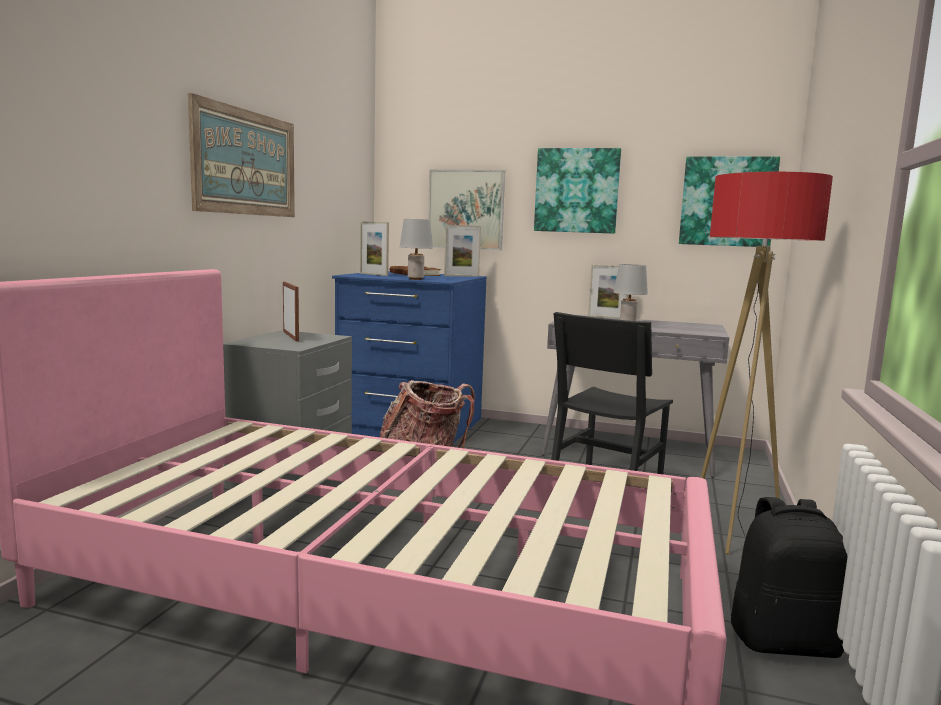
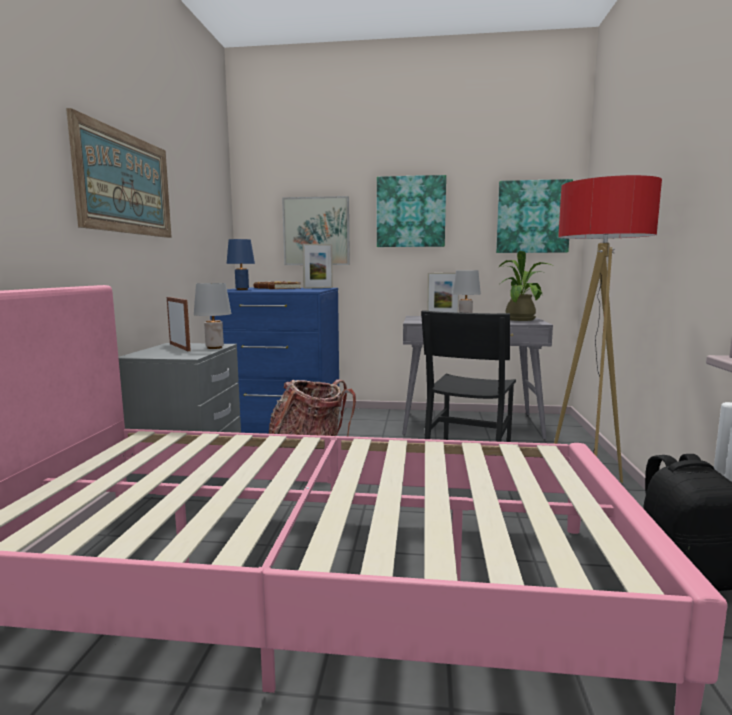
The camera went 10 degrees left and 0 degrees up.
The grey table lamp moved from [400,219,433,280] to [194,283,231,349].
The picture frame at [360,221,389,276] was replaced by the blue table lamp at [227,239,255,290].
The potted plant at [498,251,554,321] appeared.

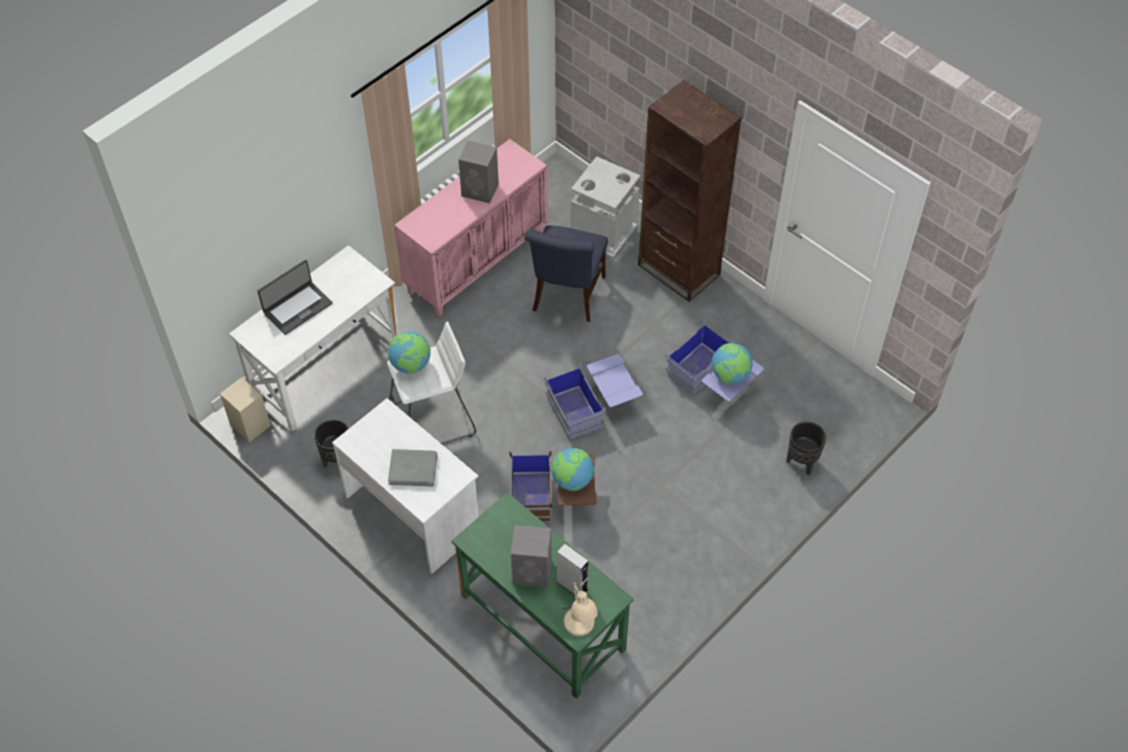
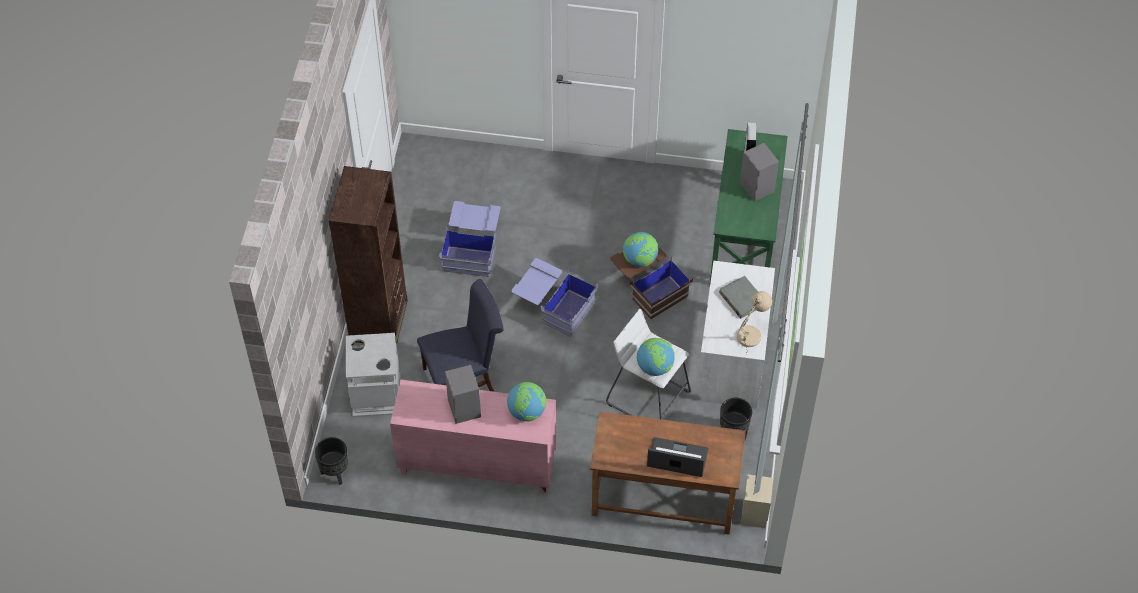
The camera went 125 degrees left and 0 degrees up.
The black planter moved from [786,422,826,475] to [315,437,348,485].
The globe moved from [712,343,753,384] to [507,382,546,421].
The white desk at [229,245,400,431] became the brown desk at [590,411,746,534].
The beige table lamp moved from [561,580,598,636] to [737,291,772,354].

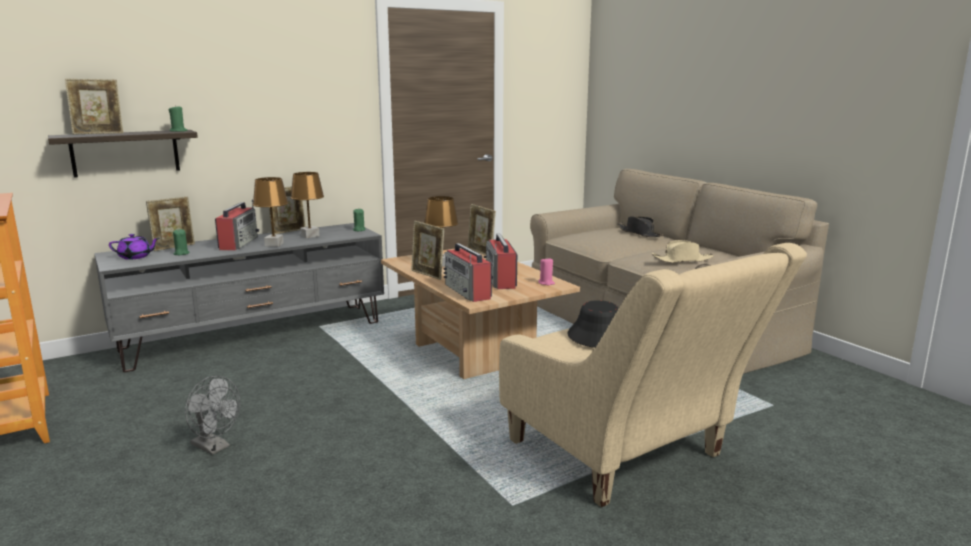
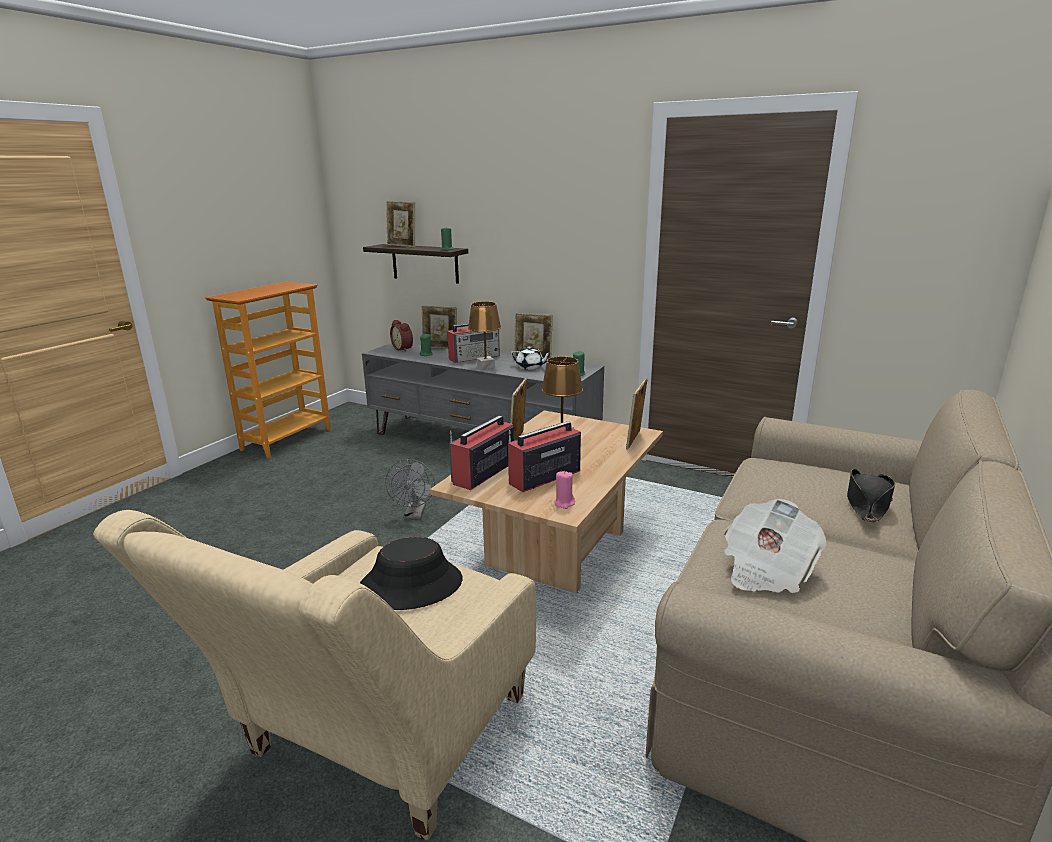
The camera went 60 degrees right and 5 degrees up.
The grey fan moved from [185,376,240,455] to [385,459,435,519].
The purple teapot at [109,234,159,260] was replaced by the alarm clock at [390,320,413,351].
The brown table lamp at [290,172,324,238] was replaced by the white teapot at [511,346,551,370].
The beige hat at [652,240,714,263] was replaced by the newspaper at [724,499,826,593].

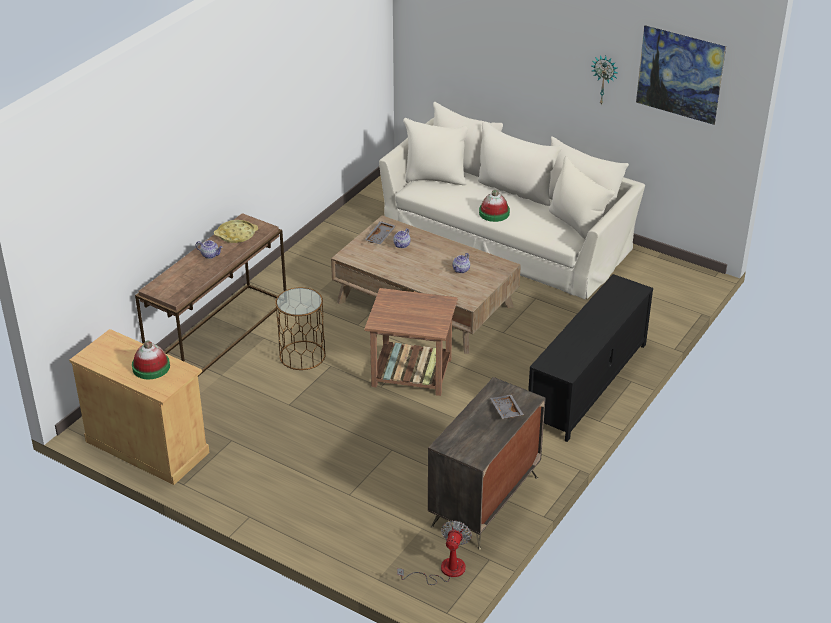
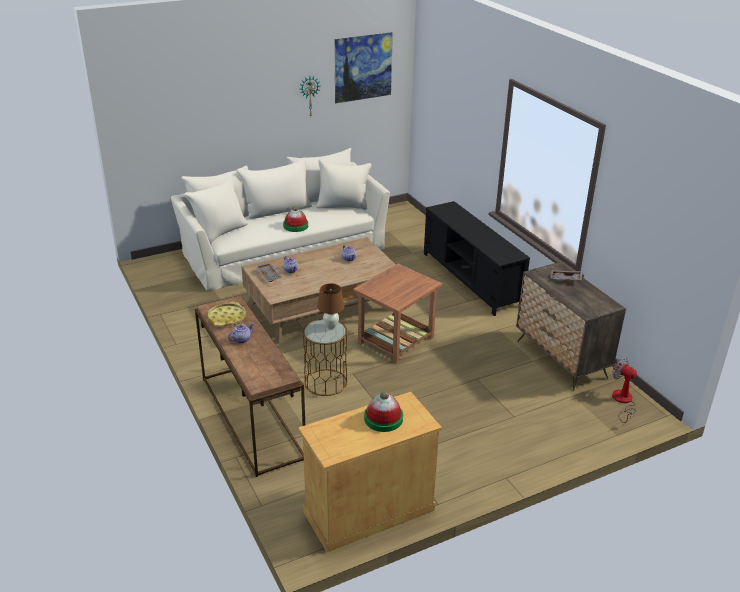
The camera went 60 degrees left and 5 degrees down.
The brown table lamp at [317,283,345,330] appeared.

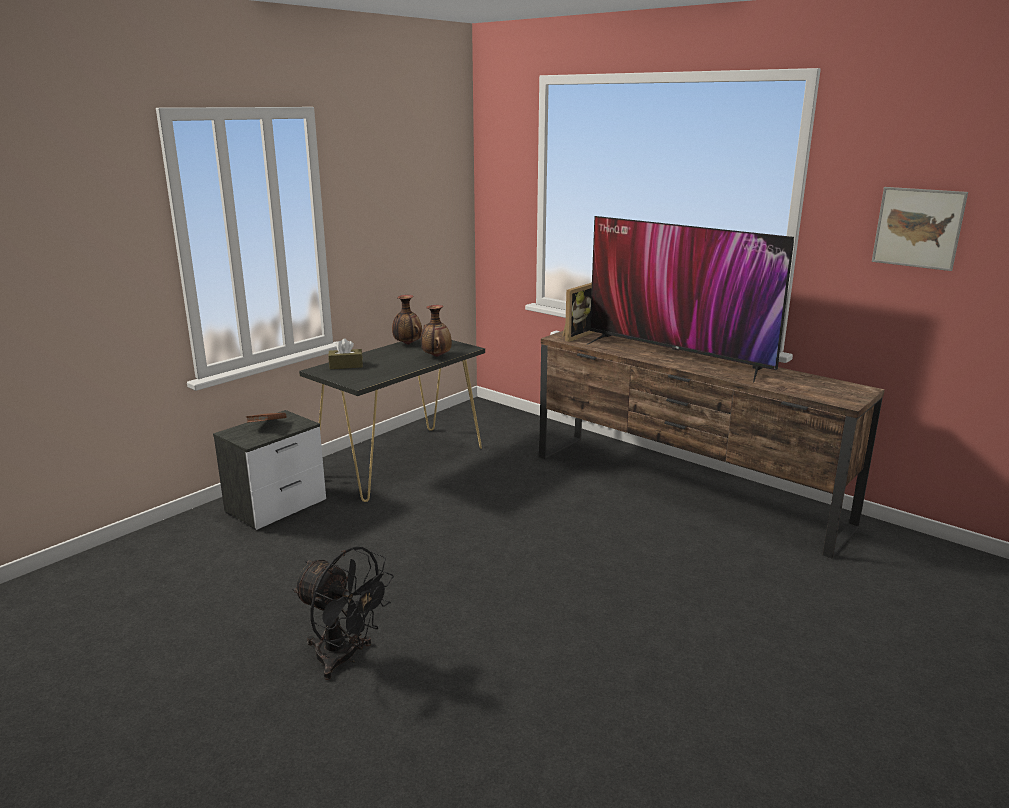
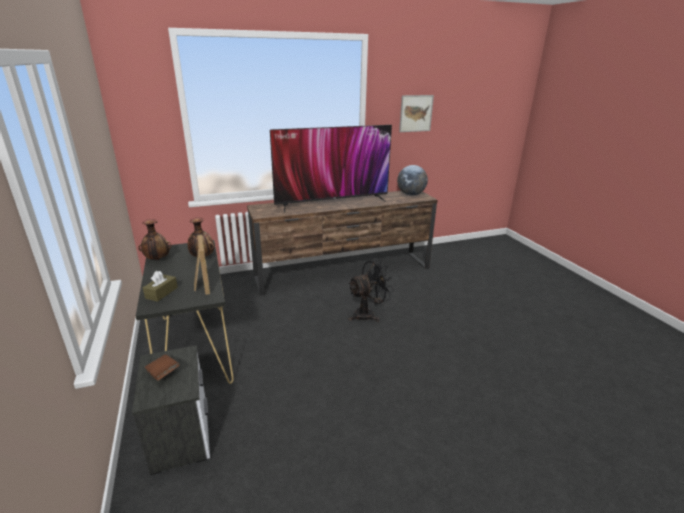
The camera went 60 degrees left and 5 degrees up.
The picture frame moved from [562,283,595,342] to [194,234,210,295].
The black fan moved from [292,546,394,680] to [348,260,394,322].
The globe at [397,165,428,196] appeared.

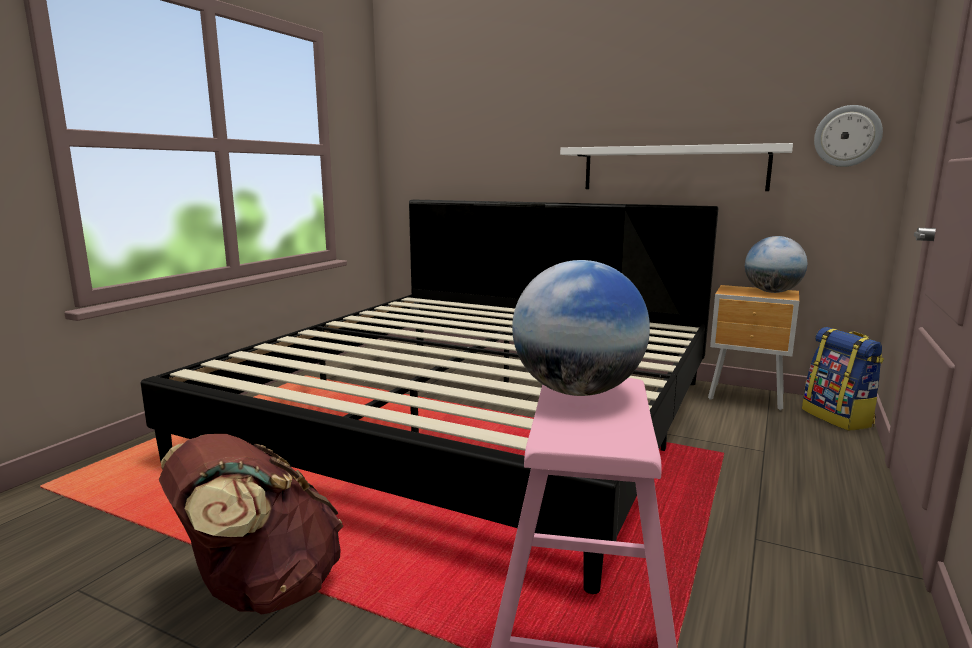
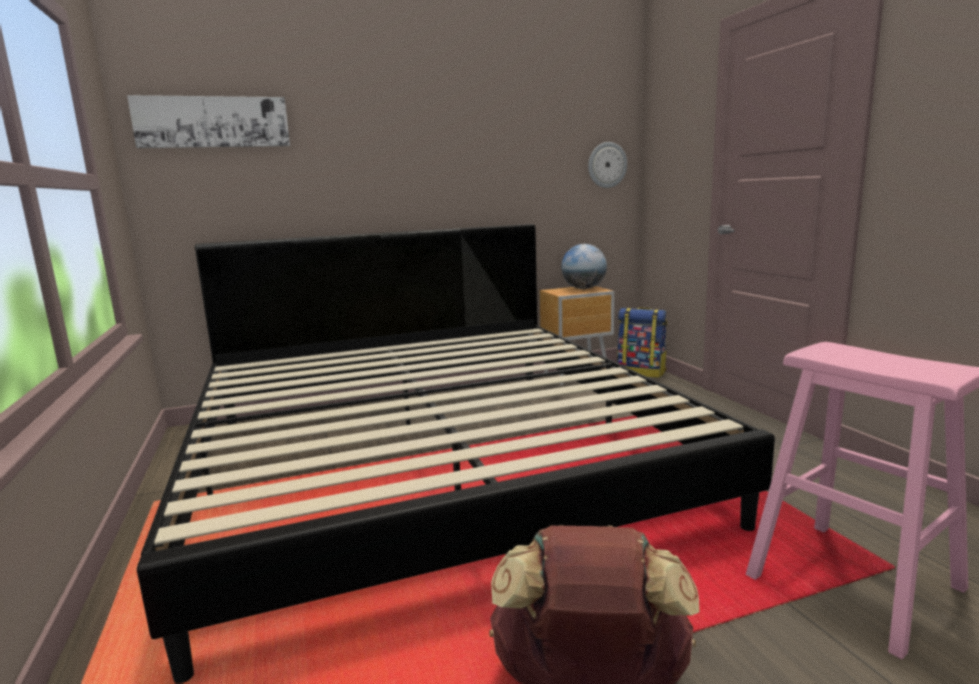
The camera went 45 degrees left and 0 degrees up.
The picture at [127,95,290,148] appeared.
The globe at [512,260,650,396] disappeared.
The white shelf at [560,143,793,191] disappeared.

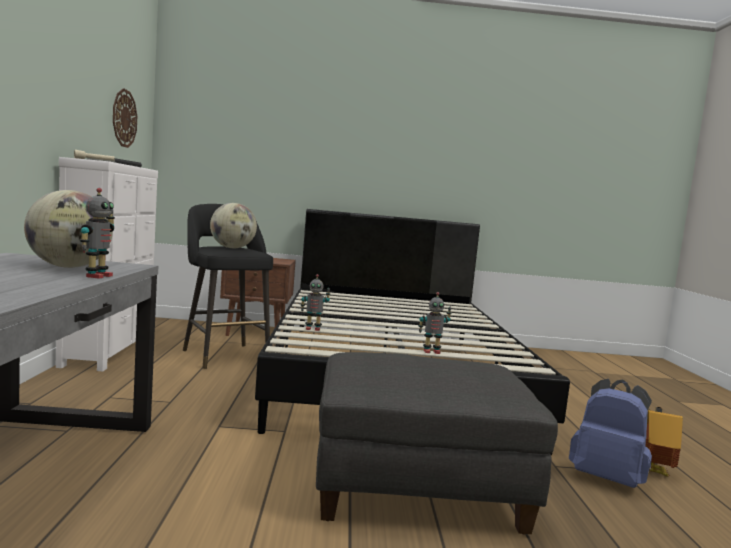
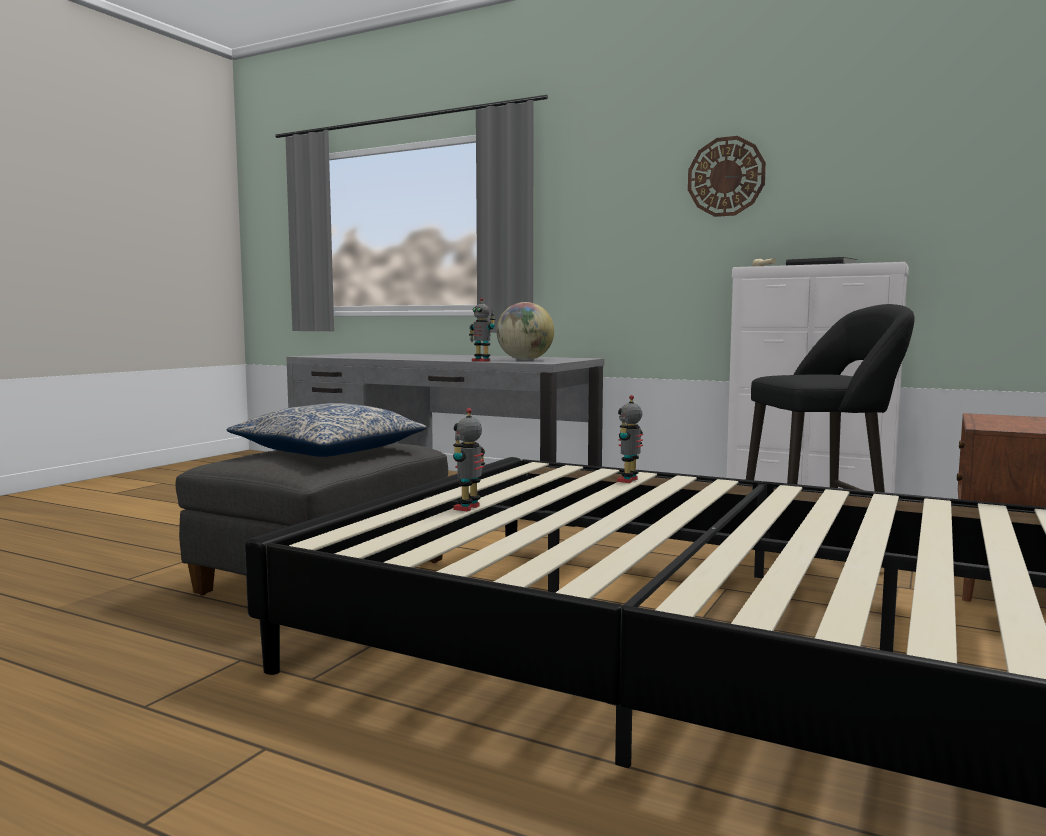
The camera went 120 degrees right and 0 degrees up.
The pillow at [226,403,427,457] appeared.
The wall clock moved from [113,88,137,148] to [688,136,766,217].
The globe at [210,203,257,248] disappeared.
The blue backpack at [569,379,652,488] disappeared.
The toy house at [646,406,683,477] disappeared.

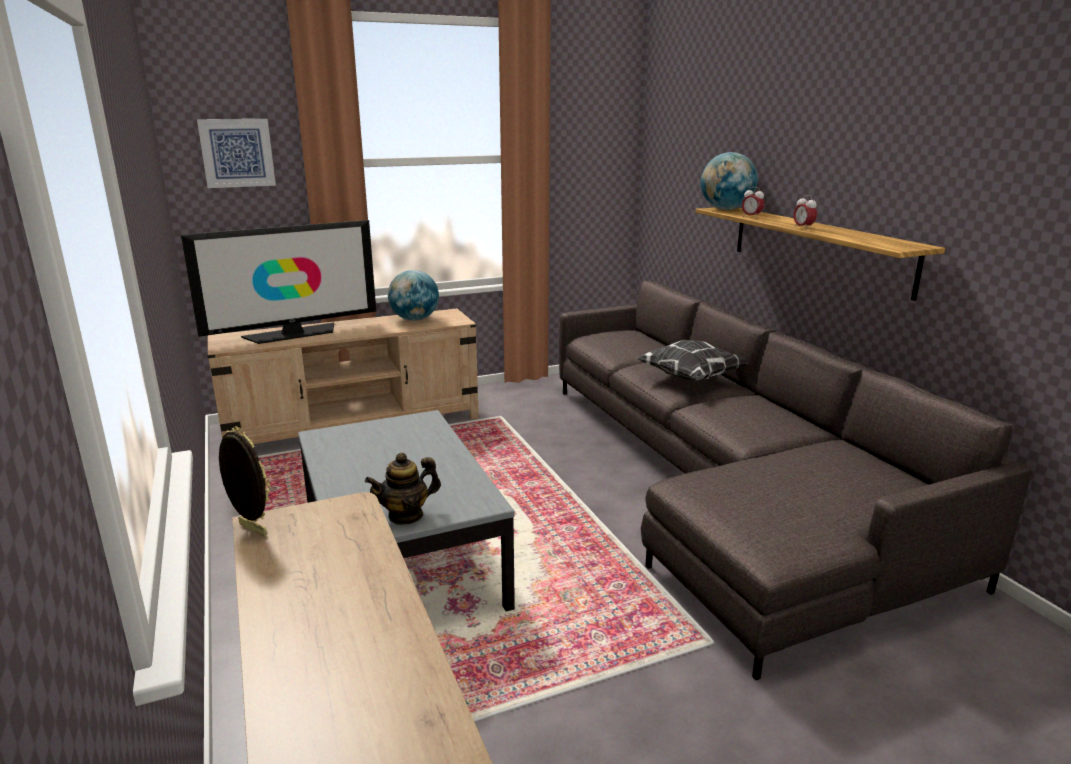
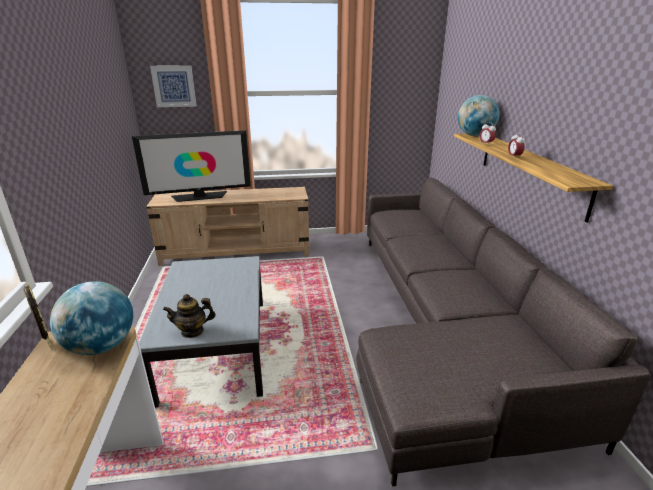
The camera went 15 degrees right and 5 degrees up.
The globe moved from [388,270,439,321] to [50,281,133,355].
The pillow at [636,340,748,381] disappeared.

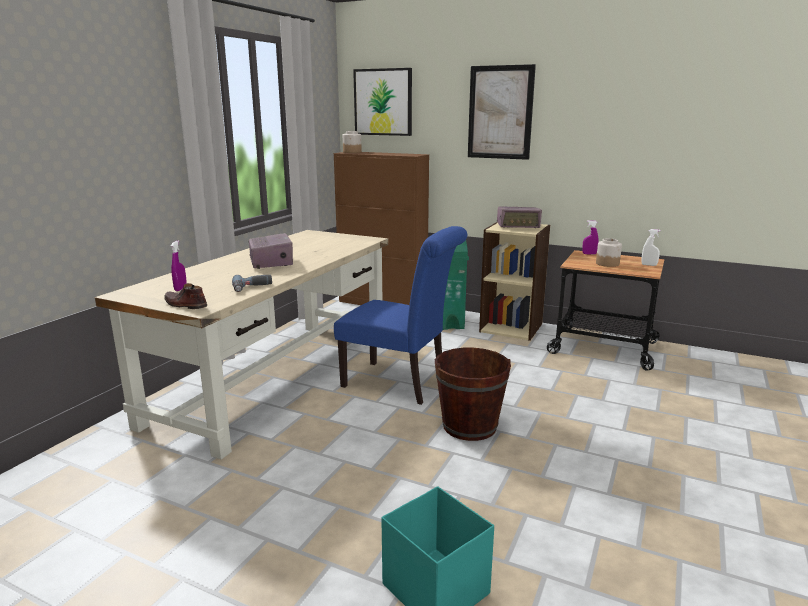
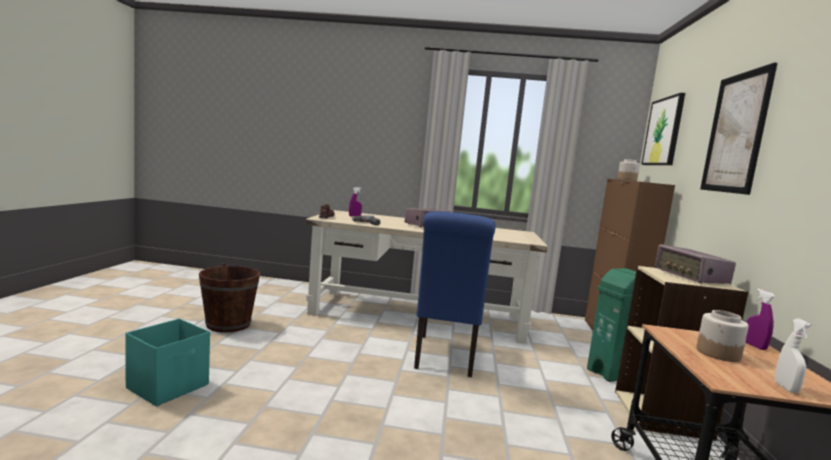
The camera went 70 degrees right and 10 degrees down.
The brown bucket moved from [435,348,511,441] to [199,264,260,333].

